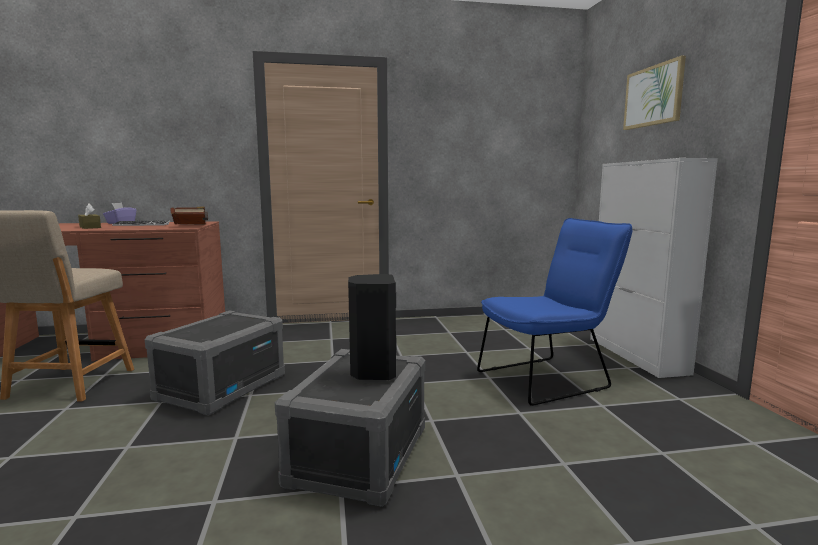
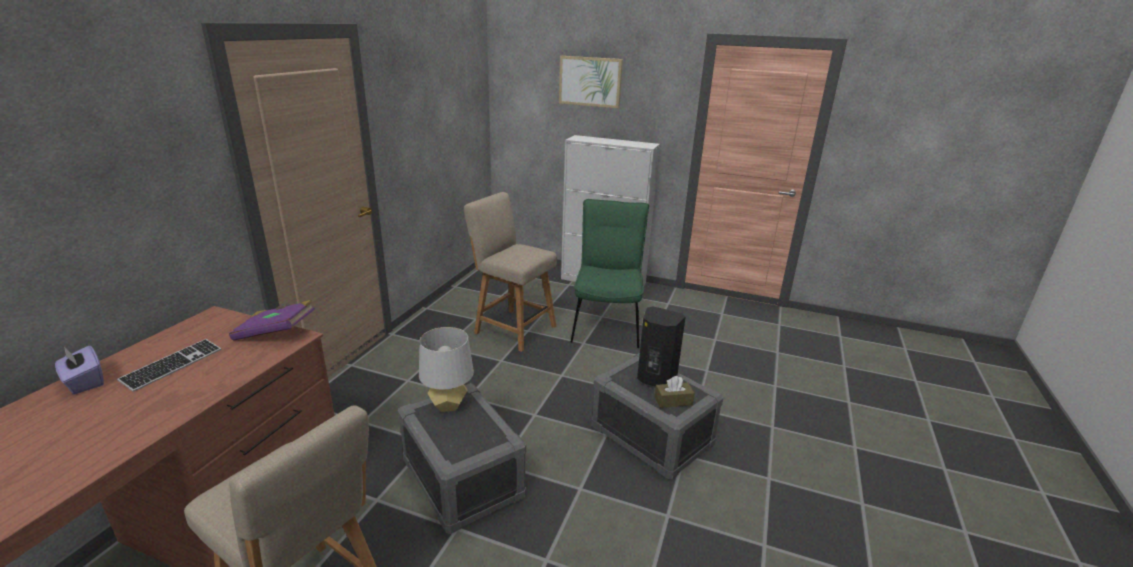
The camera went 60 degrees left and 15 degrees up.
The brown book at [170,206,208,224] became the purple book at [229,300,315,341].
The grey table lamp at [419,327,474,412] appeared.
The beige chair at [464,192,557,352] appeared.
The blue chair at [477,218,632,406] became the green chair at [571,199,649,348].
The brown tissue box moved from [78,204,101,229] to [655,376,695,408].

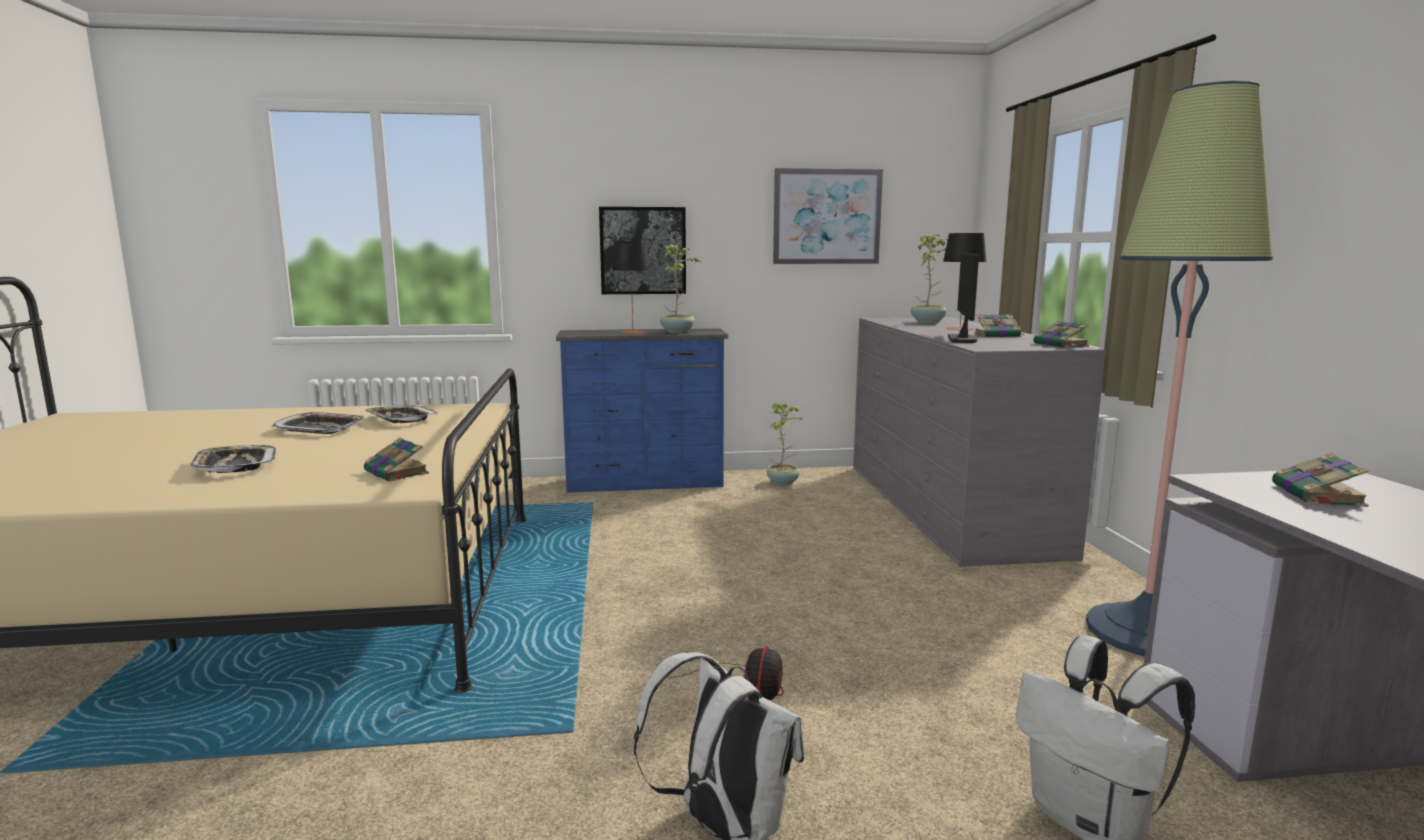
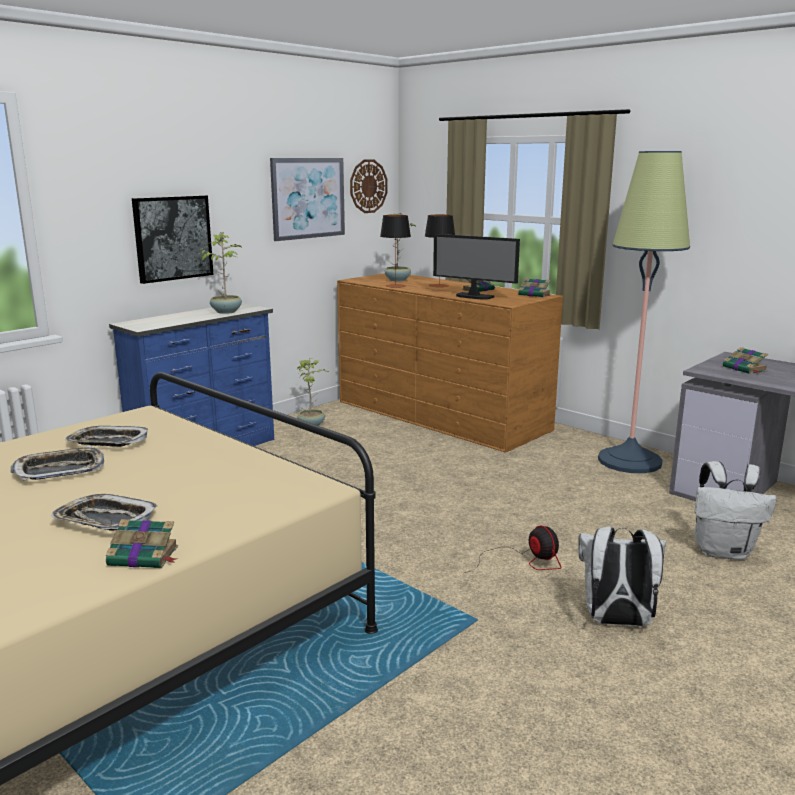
The camera went 40 degrees left and 5 degrees up.
The book moved from [364,438,429,482] to [106,519,178,568].
The grey dresser at [853,317,1106,567] became the brown dresser at [337,273,563,453].
The wall clock at [350,159,387,213] appeared.
The table lamp moved from [612,244,650,334] to [380,215,411,288].
The monitor at [948,253,979,343] turned 150 degrees clockwise.

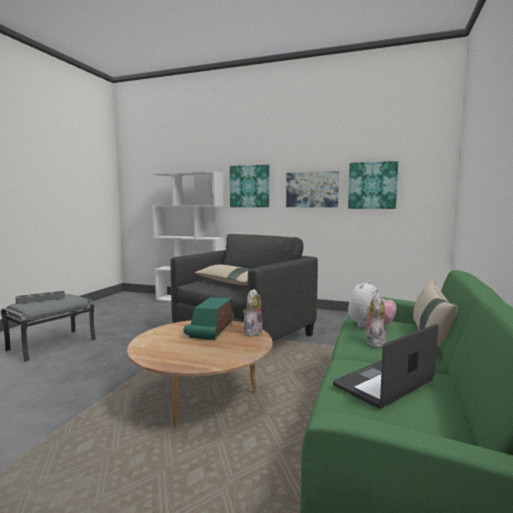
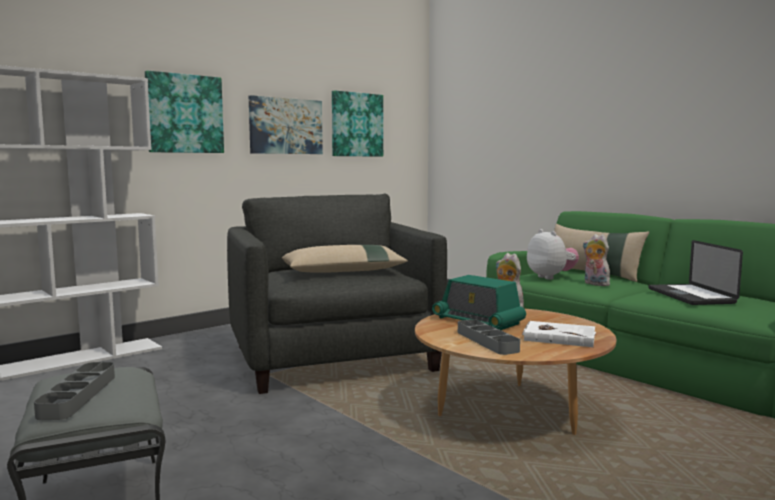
The camera went 60 degrees left and 0 degrees up.
The grey tray at [458,319,520,355] appeared.
The white book at [522,321,596,347] appeared.

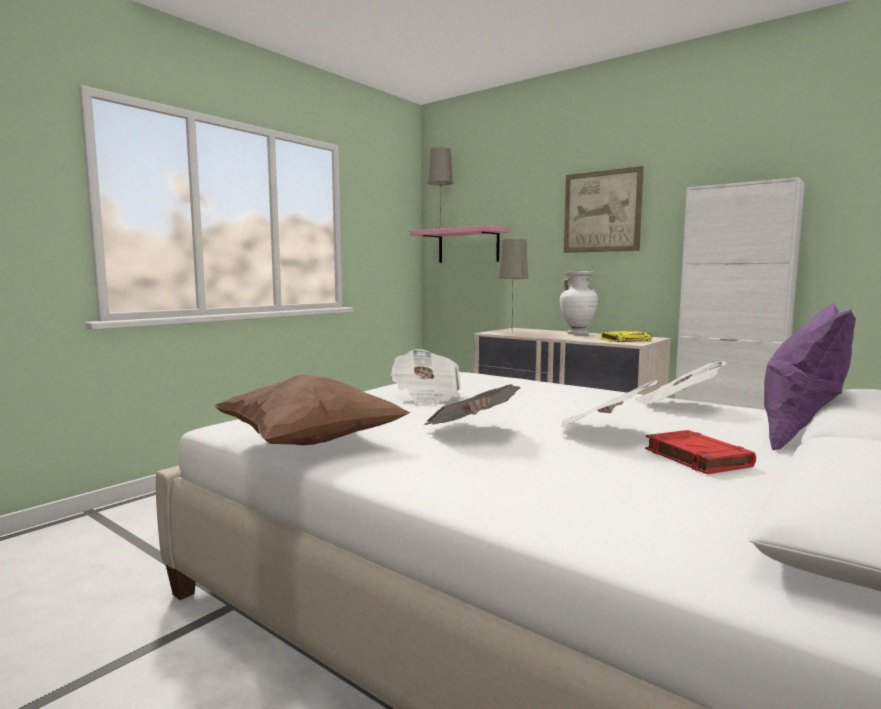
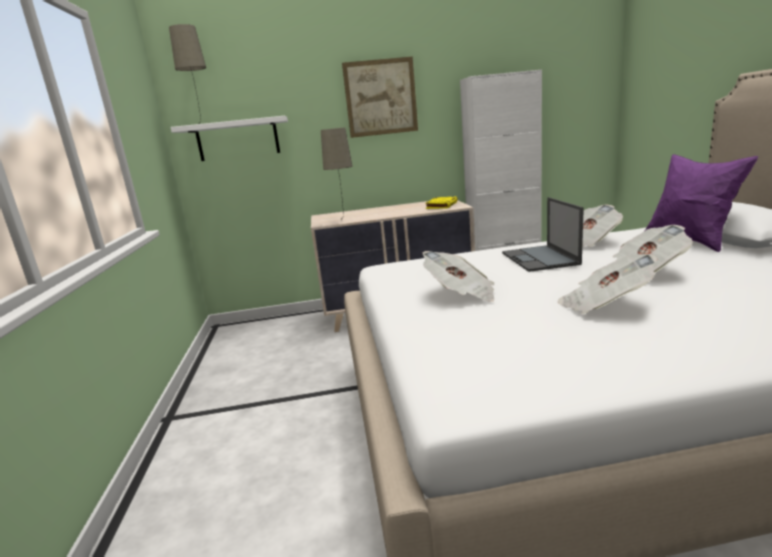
The camera went 45 degrees left and 10 degrees up.
The pink shelf at [410,225,510,263] became the white shelf at [171,116,288,161].
The laptop at [502,197,584,272] appeared.
The brown pillow at [215,375,410,445] disappeared.
The white vase at [560,271,598,334] disappeared.
The red book at [645,430,756,474] disappeared.

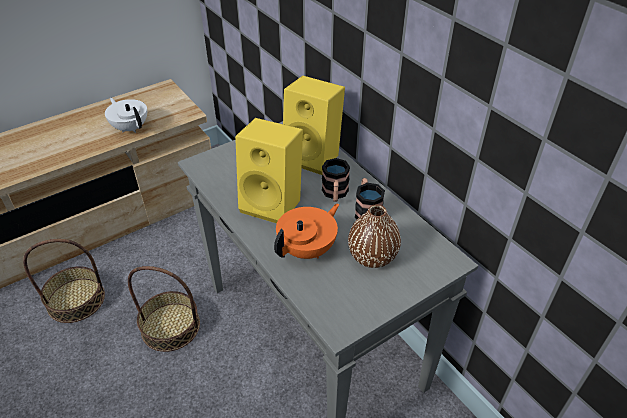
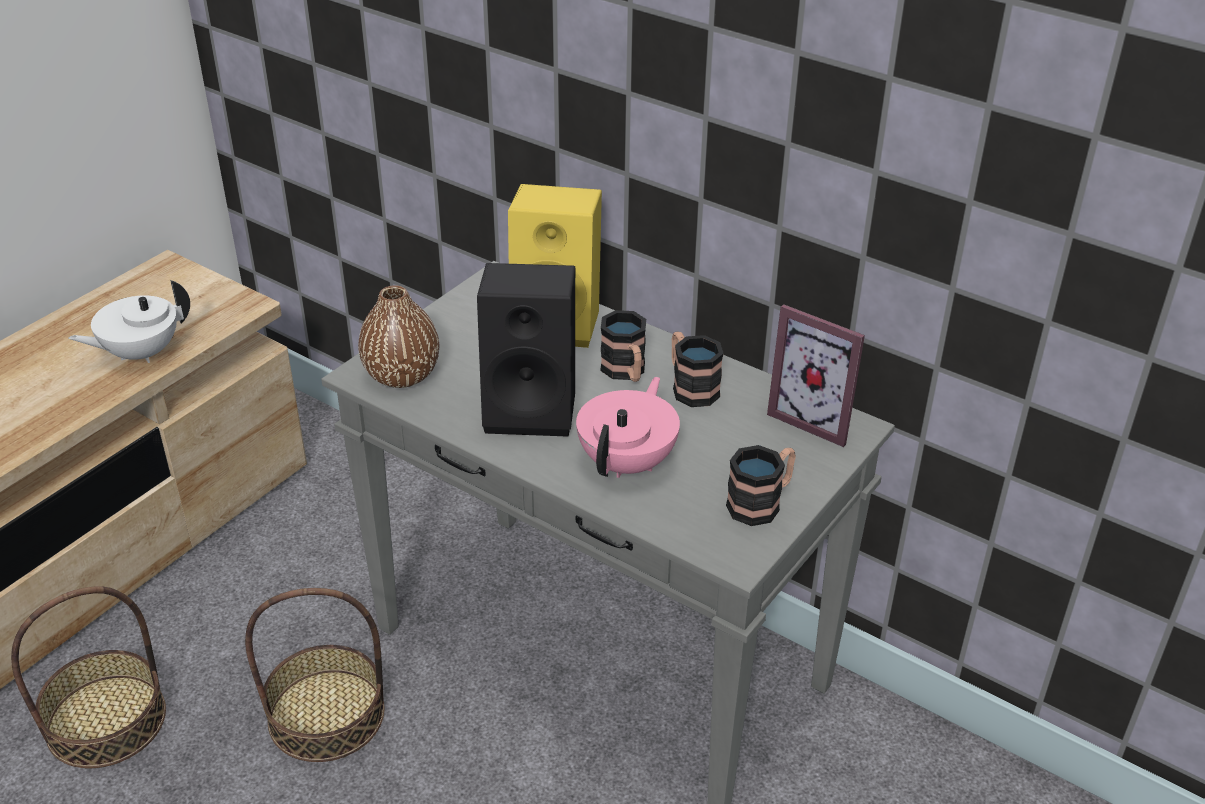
The camera went 20 degrees left and 5 degrees down.
The white teapot at [105,98,147,133] turned 60 degrees counterclockwise.
The brown vase moved from [348,204,401,268] to [358,285,439,388].
The yellow speaker at [235,118,303,223] became the black speaker at [477,263,575,437].
The orange teapot at [274,203,339,259] became the pink teapot at [576,377,680,478].
The mug at [726,445,796,526] appeared.
The picture frame at [767,304,865,447] appeared.

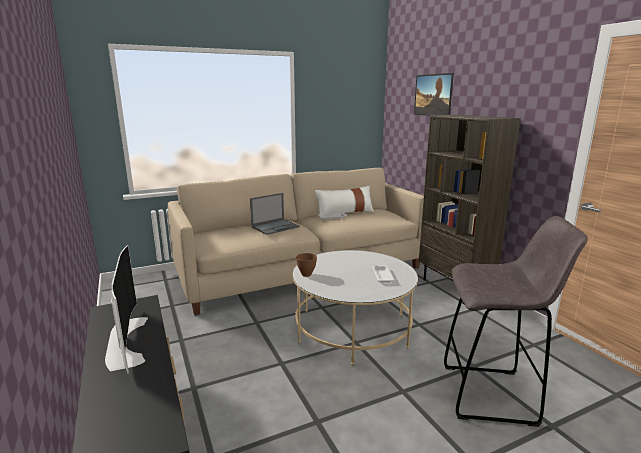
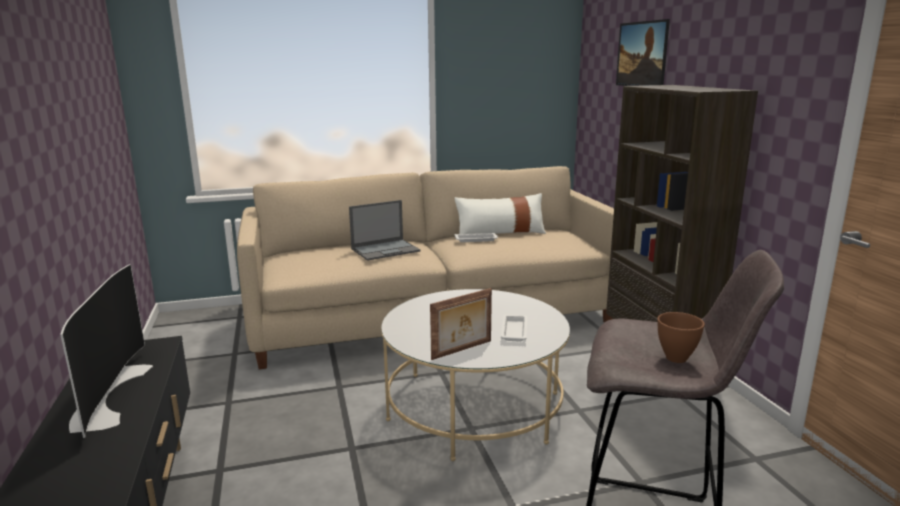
The camera went 10 degrees right and 0 degrees up.
The picture frame at [430,288,492,360] appeared.
The brown bowl moved from [296,253,317,277] to [657,312,705,363].

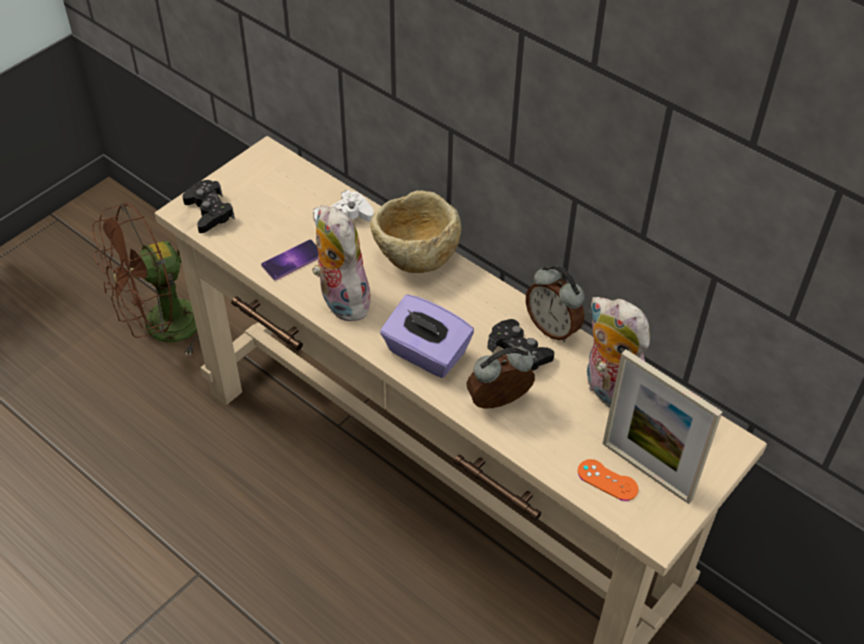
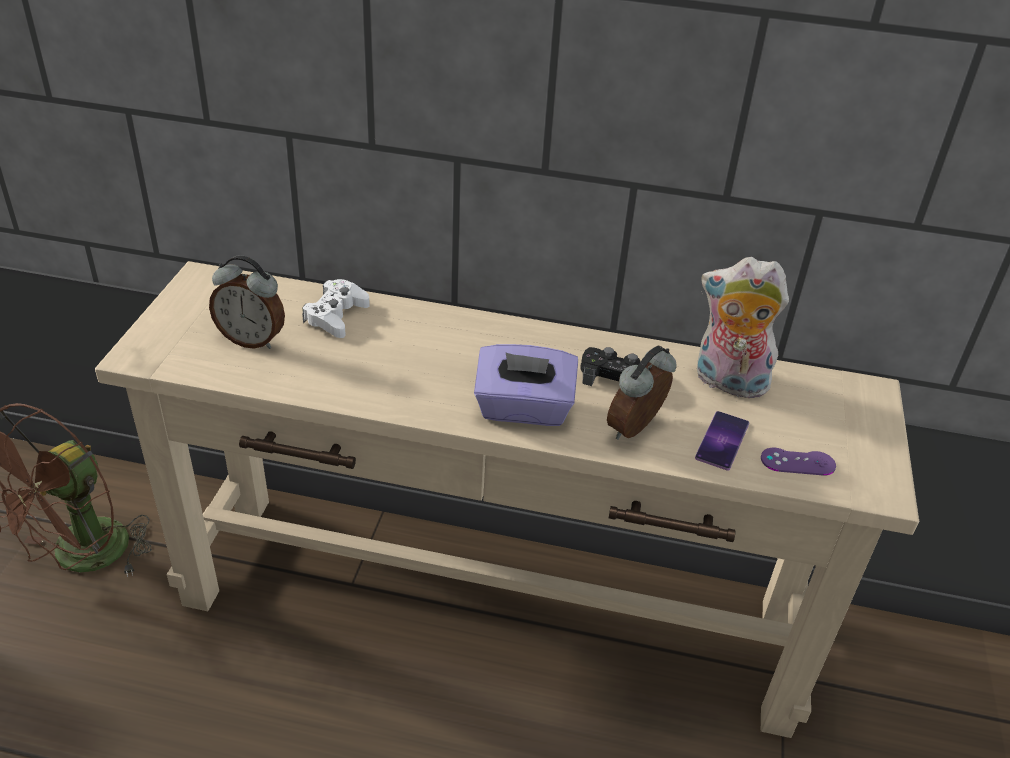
The camera went 30 degrees left and 10 degrees down.
The alarm clock moved from [526,265,585,342] to [209,255,285,349].
The phone moved from [261,239,318,280] to [695,411,749,471].
The orange game controller at [578,459,639,501] became the purple game controller at [761,448,836,475].
The black game controller at [183,180,235,233] disappeared.
The plush toy at [312,205,374,321] disappeared.
The beige bowl at [370,190,462,273] disappeared.
The picture frame at [603,350,722,504] disappeared.

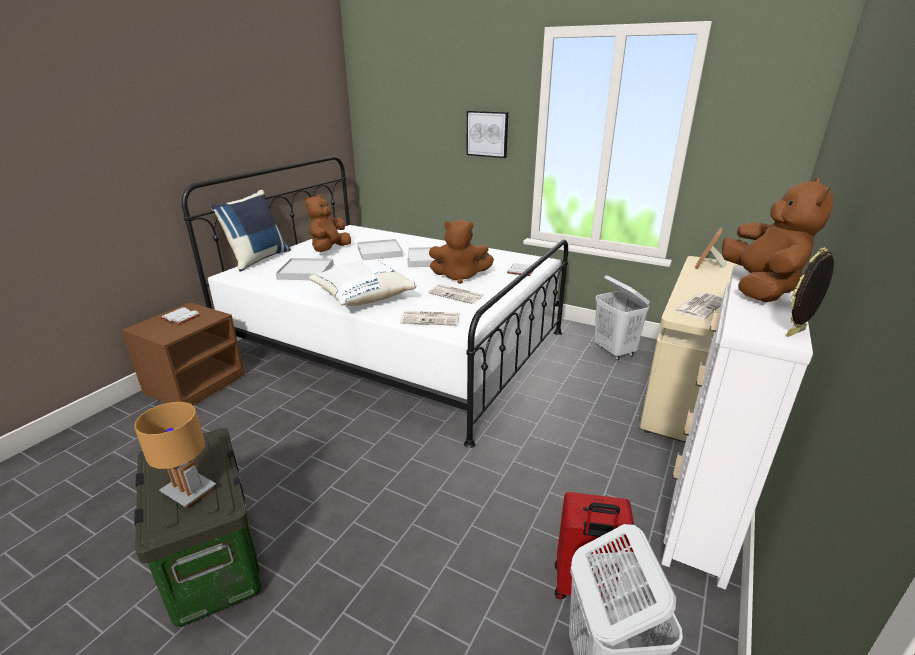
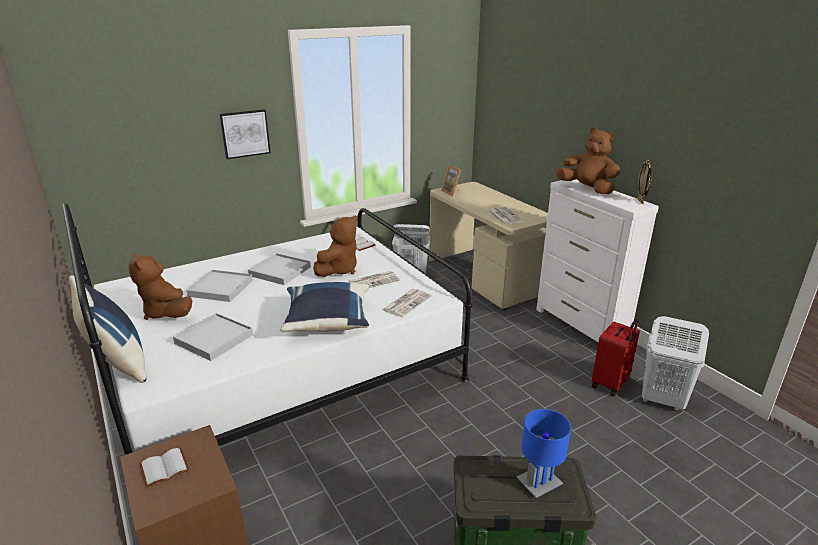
The camera went 60 degrees left and 0 degrees up.
The white pillow at [309,260,417,306] became the blue pillow at [280,282,370,332].
The brown table lamp at [134,402,216,508] became the blue table lamp at [516,409,571,498].

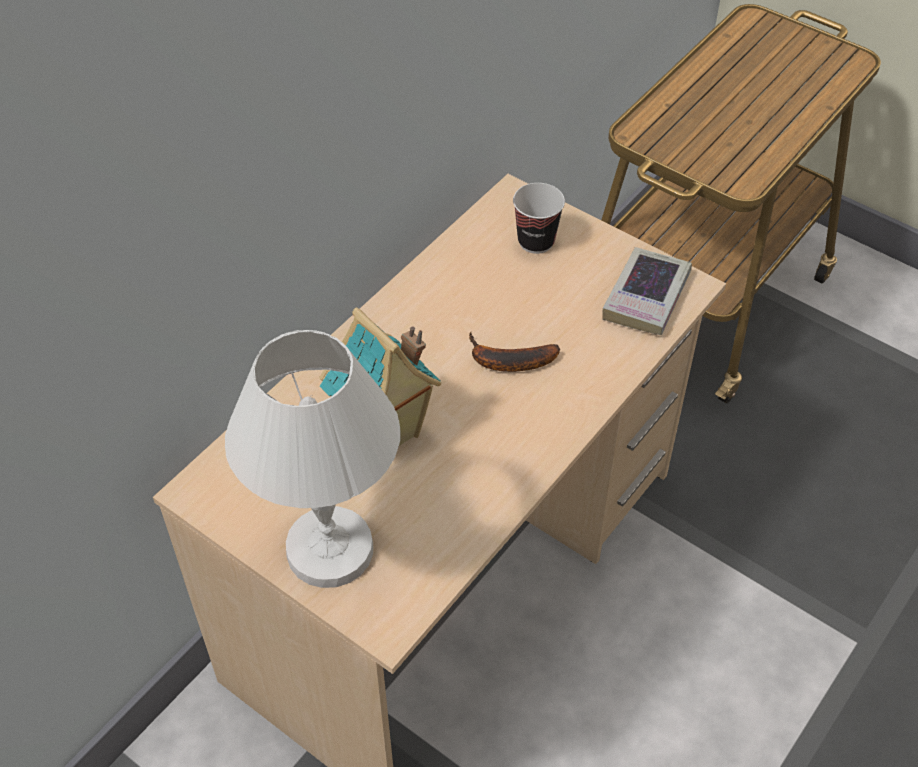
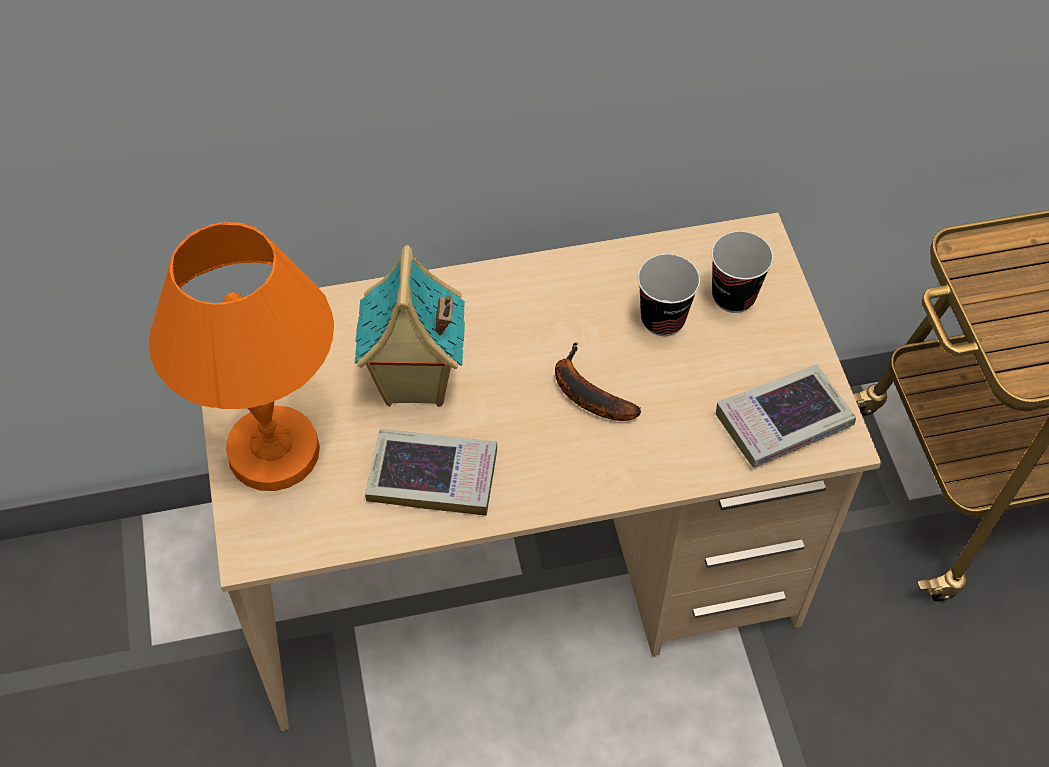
The camera went 40 degrees right and 5 degrees up.
The white table lamp at [225,330,401,588] became the orange table lamp at [149,222,334,491].
The book at [365,429,497,516] appeared.
The cup at [638,254,700,336] appeared.

